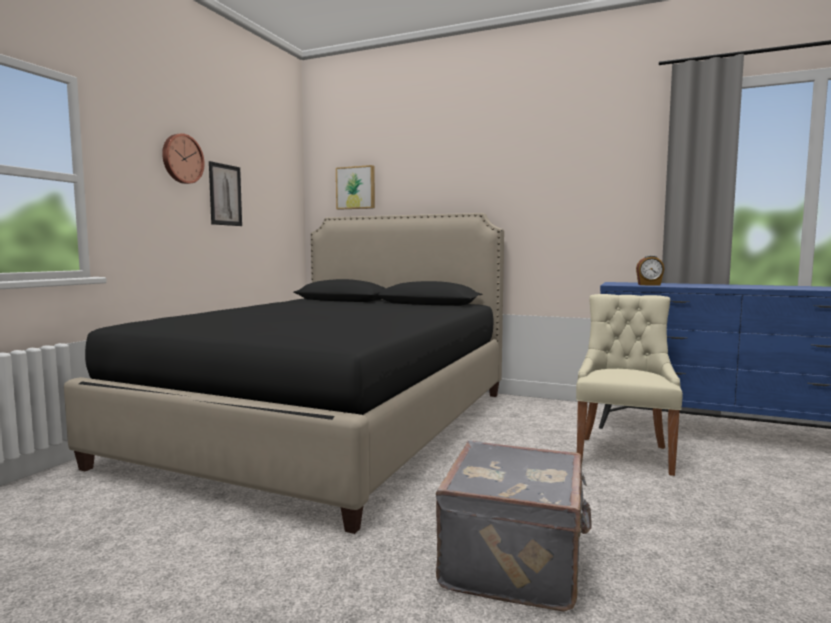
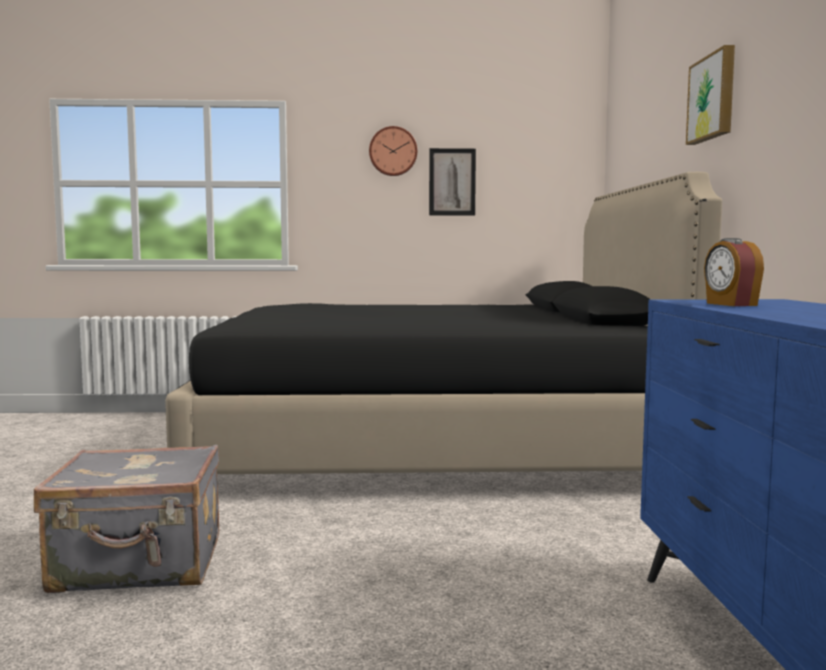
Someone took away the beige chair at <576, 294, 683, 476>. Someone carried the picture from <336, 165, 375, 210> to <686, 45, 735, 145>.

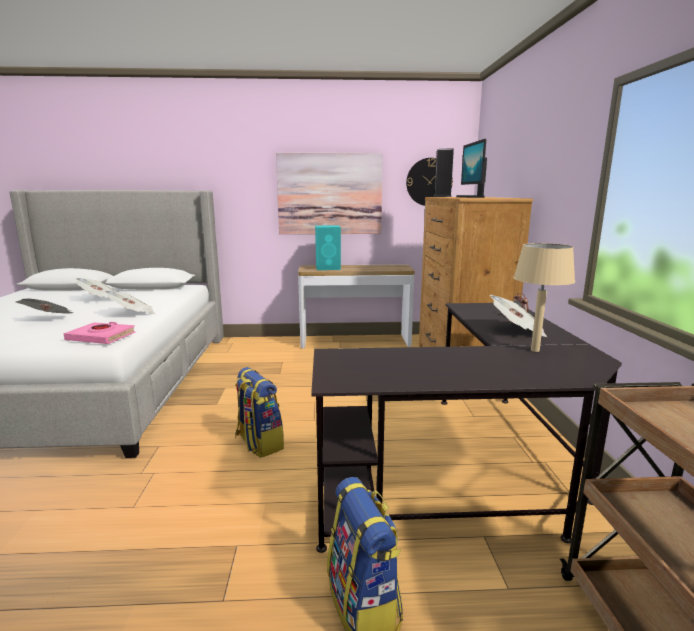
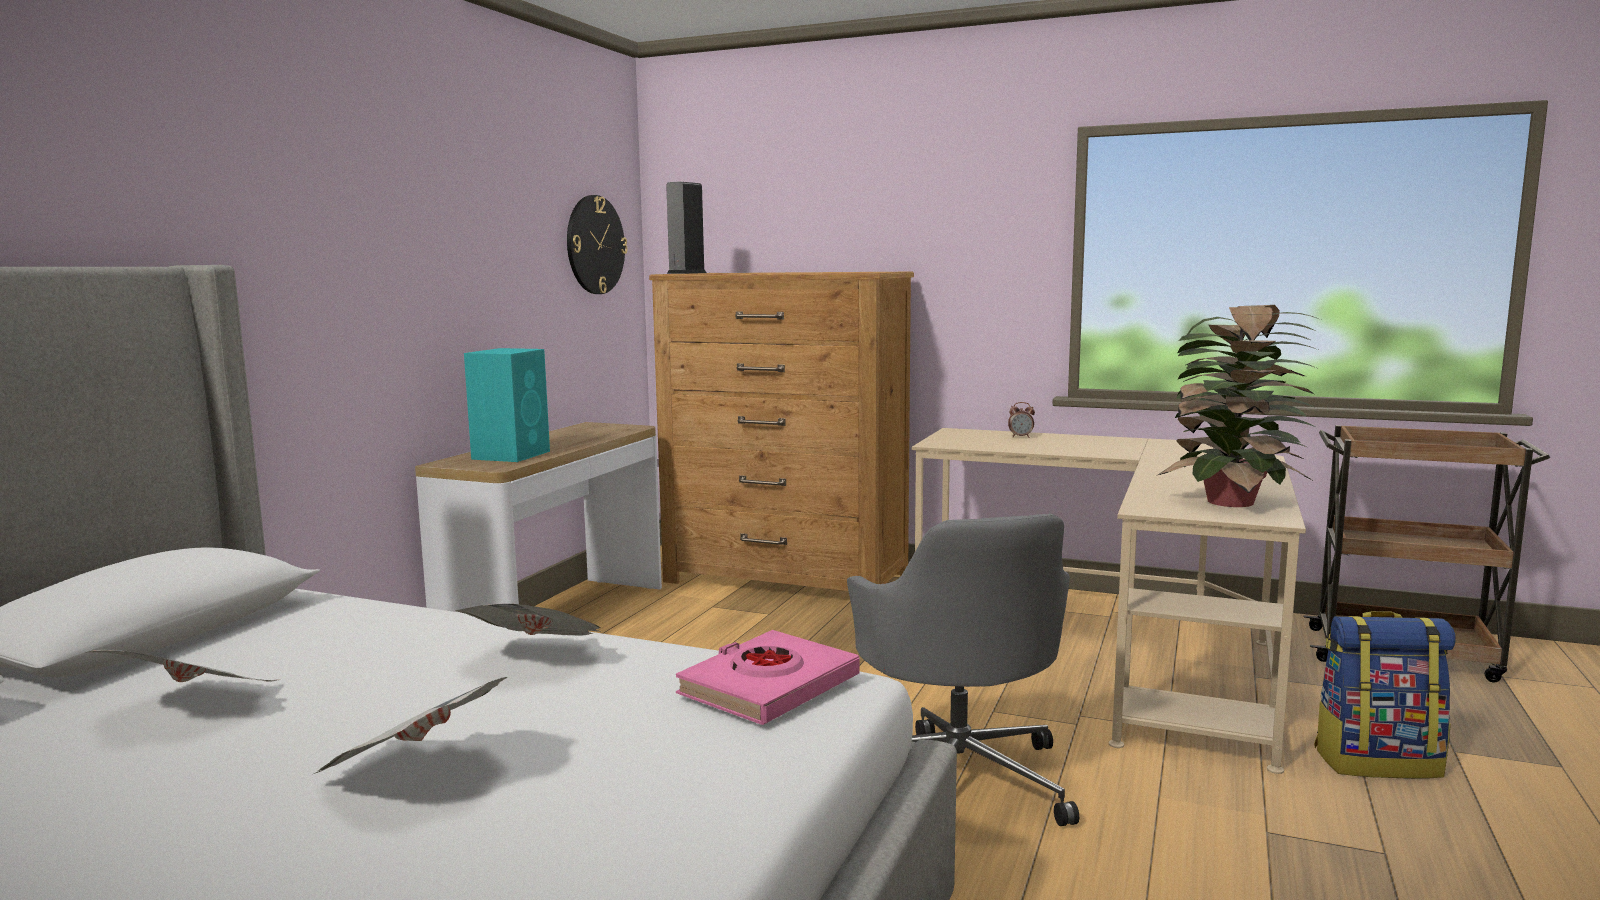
Someone took away the picture at <276, 153, 383, 234>. Someone took away the monitor at <456, 139, 487, 198>. Someone took away the newspaper at <490, 295, 547, 337>. Someone took away the beige table lamp at <513, 243, 575, 352>. Someone put down the potted plant at <1158, 305, 1321, 507>. Someone swapped the backpack at <235, 367, 284, 458> for the grey office chair at <847, 514, 1079, 826>. Someone repainted the black desk at <311, 303, 622, 553>, which became the beige desk at <912, 428, 1306, 774>.

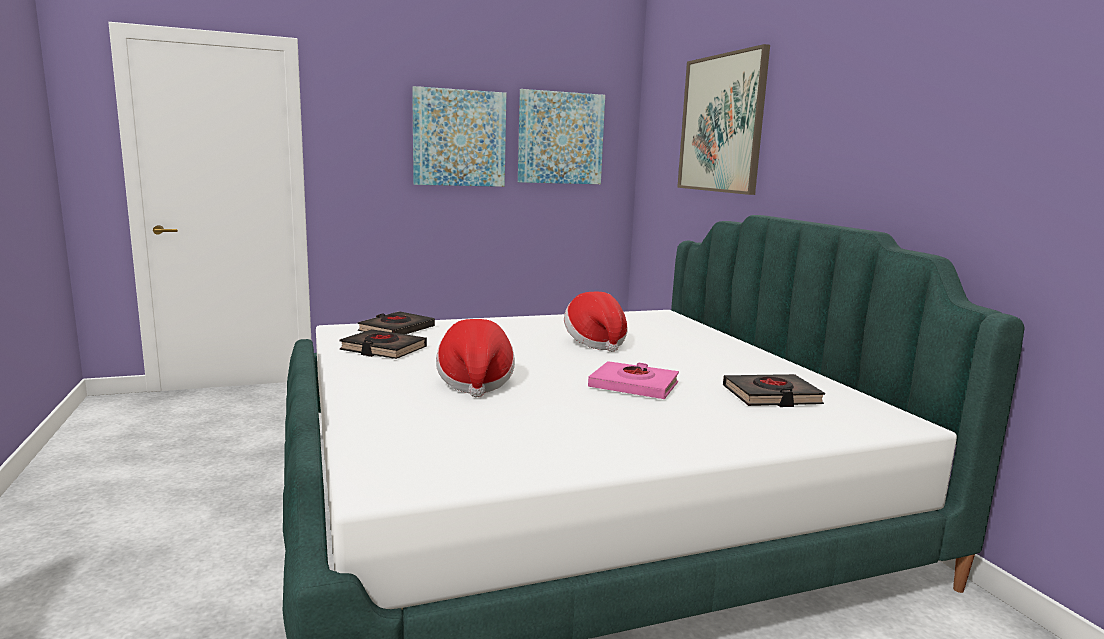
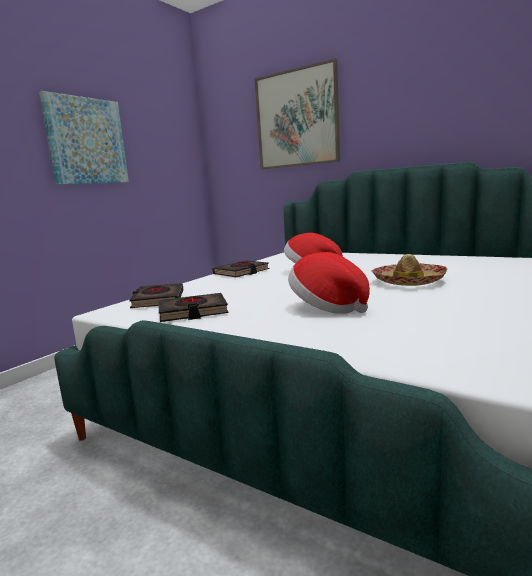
Someone took away the picture at <518, 89, 605, 184>. Someone carried the black book from <723, 374, 825, 407> to <212, 260, 269, 277>. Someone swapped the pink book at <588, 361, 679, 399> for the hat at <371, 254, 448, 286>.

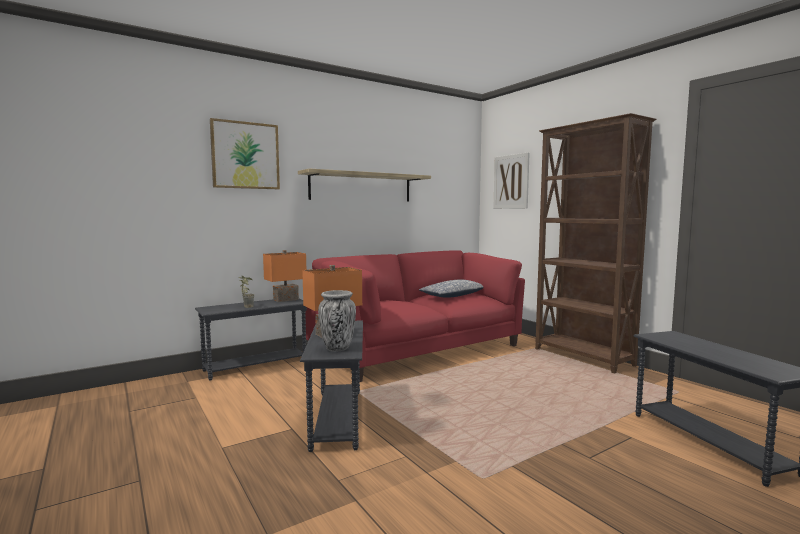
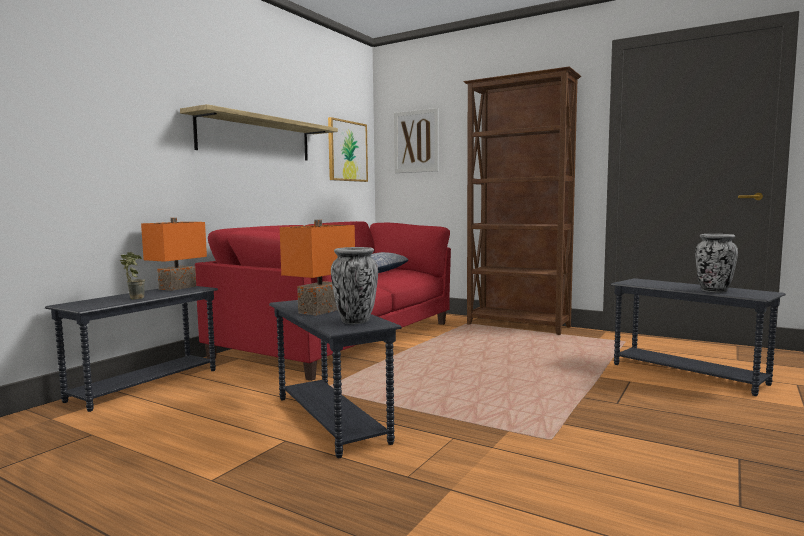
Someone put down the vase at <695, 234, 738, 293>. Someone carried the picture from <210, 118, 280, 189> to <328, 117, 368, 182>.

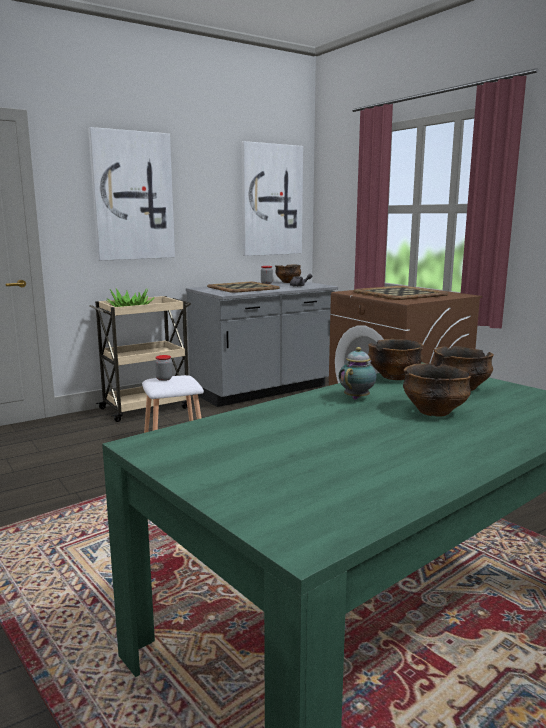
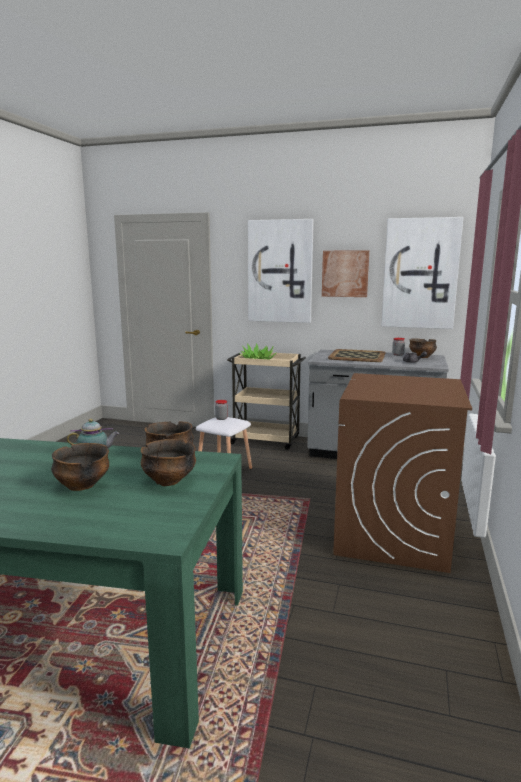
Someone took away the tray at <353, 286, 448, 300>. Someone put up the picture at <322, 250, 369, 297>.

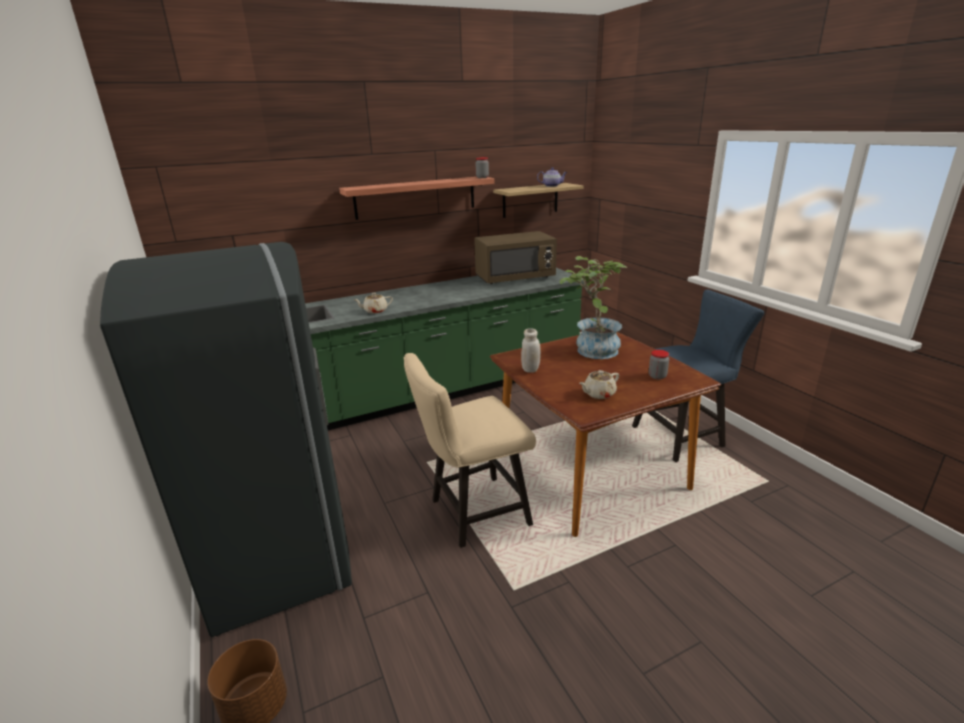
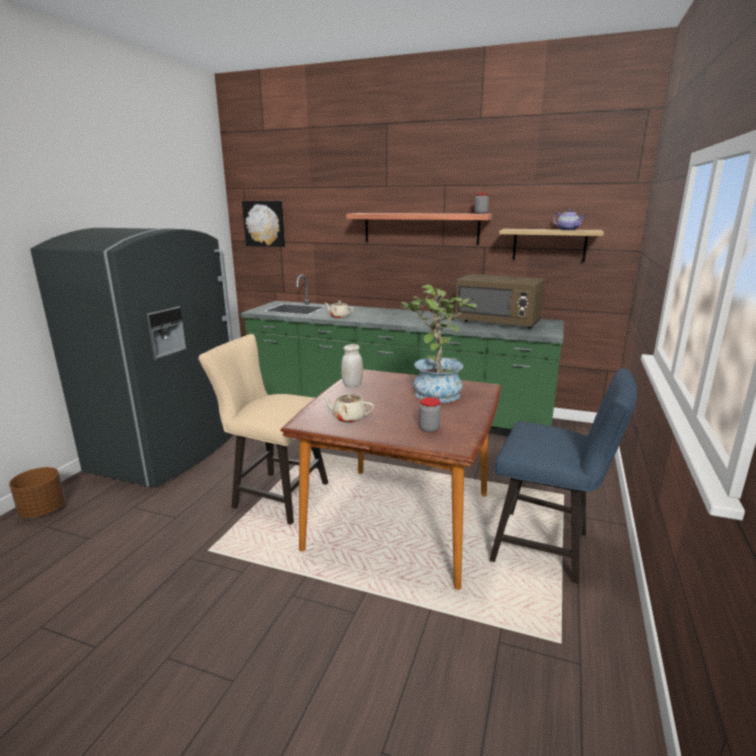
Someone put up the picture at <242, 201, 285, 247>.

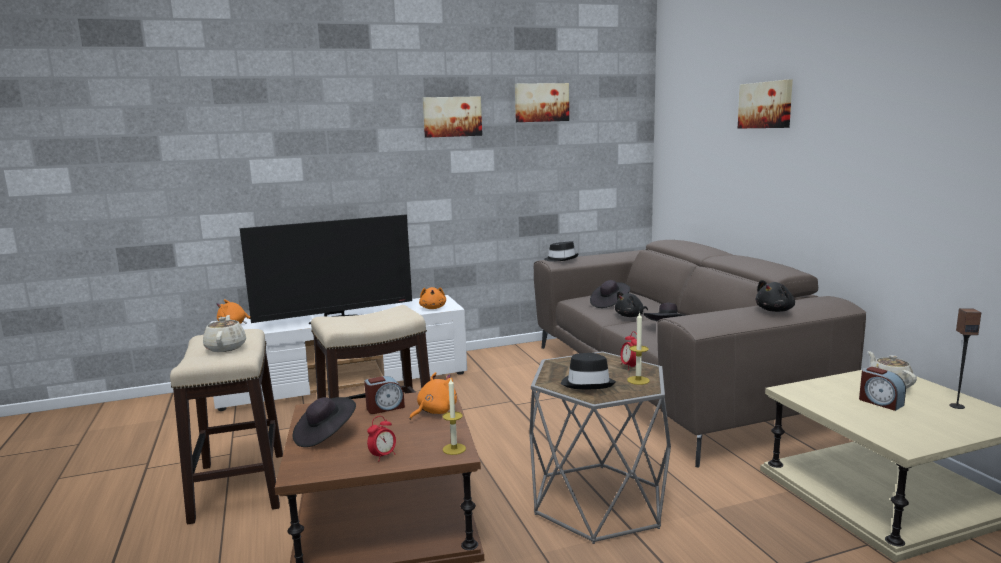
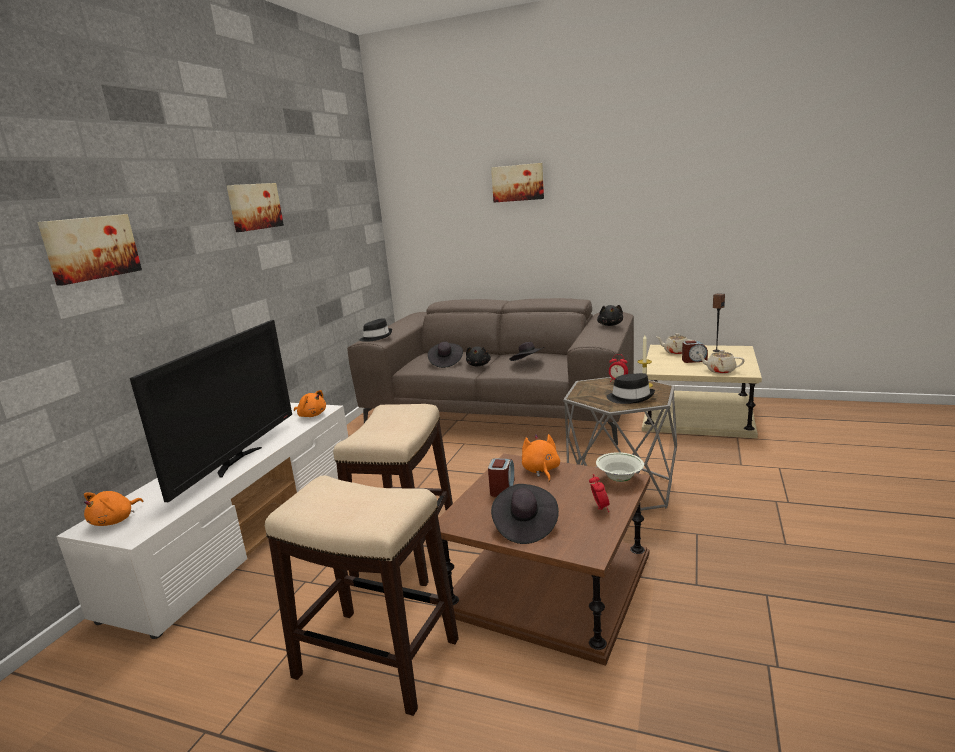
Someone carried the beige teapot from <203, 315, 246, 352> to <697, 350, 745, 374>. Someone carried the picture from <515, 83, 569, 122> to <37, 214, 142, 286>. Someone swapped the candle at <443, 379, 466, 455> for the white bowl at <596, 452, 644, 482>.

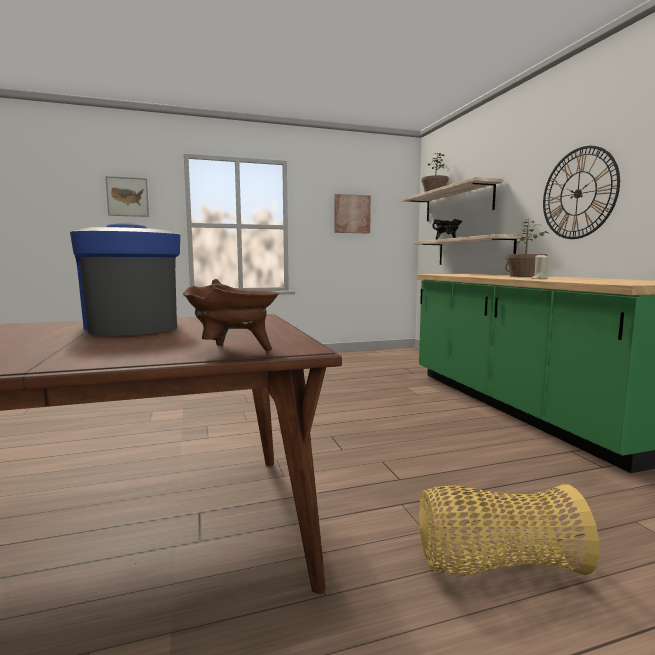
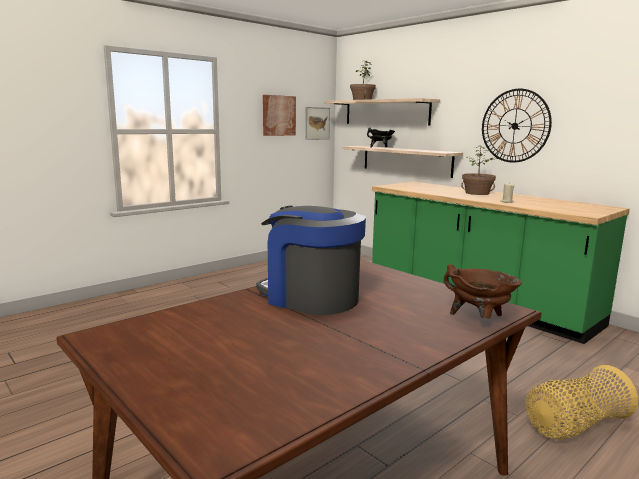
Someone carried the picture from <105, 176, 149, 217> to <305, 107, 330, 140>.

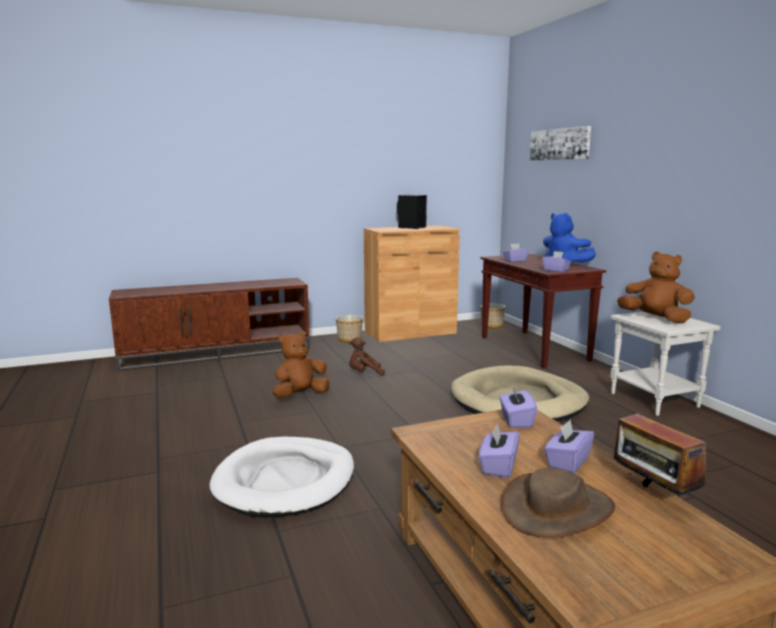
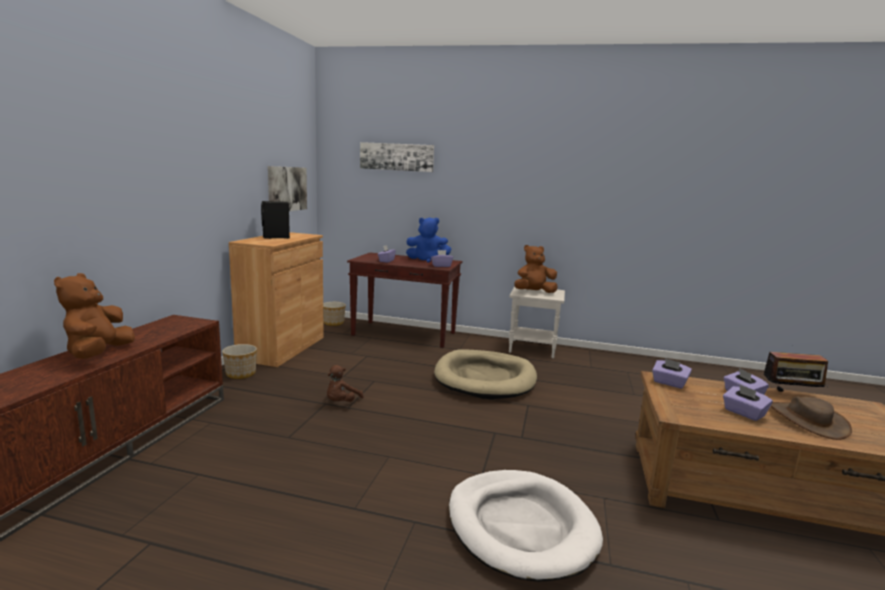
Someone put up the picture at <268, 166, 307, 211>. Someone carried the brown plush toy from <273, 332, 330, 398> to <54, 273, 135, 359>.

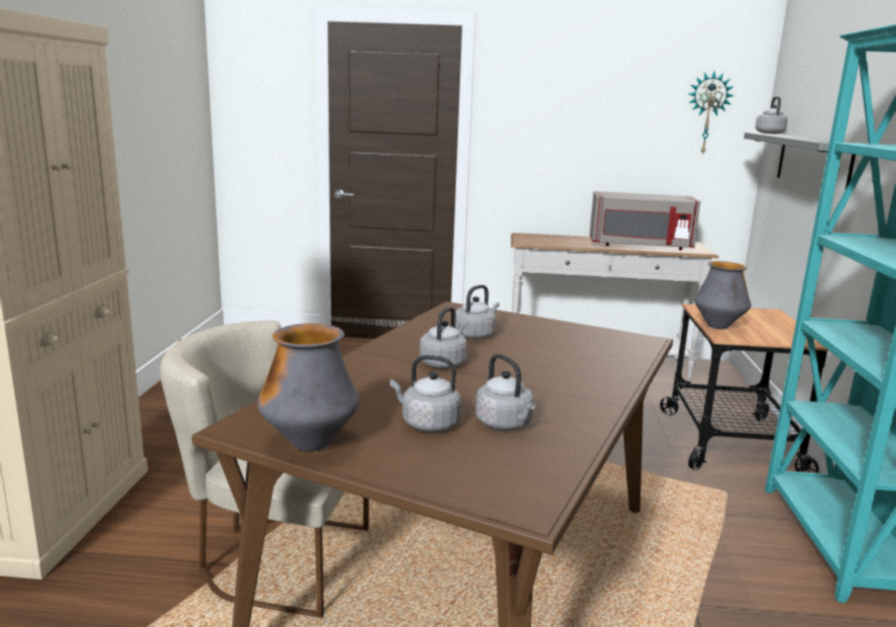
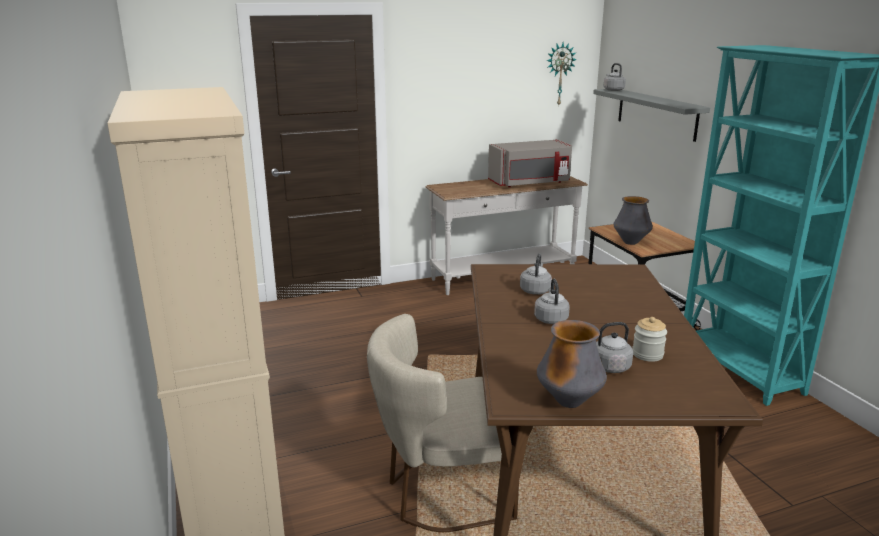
Someone swapped the grey kettle at <475, 354, 536, 430> for the jar at <632, 317, 667, 362>.

